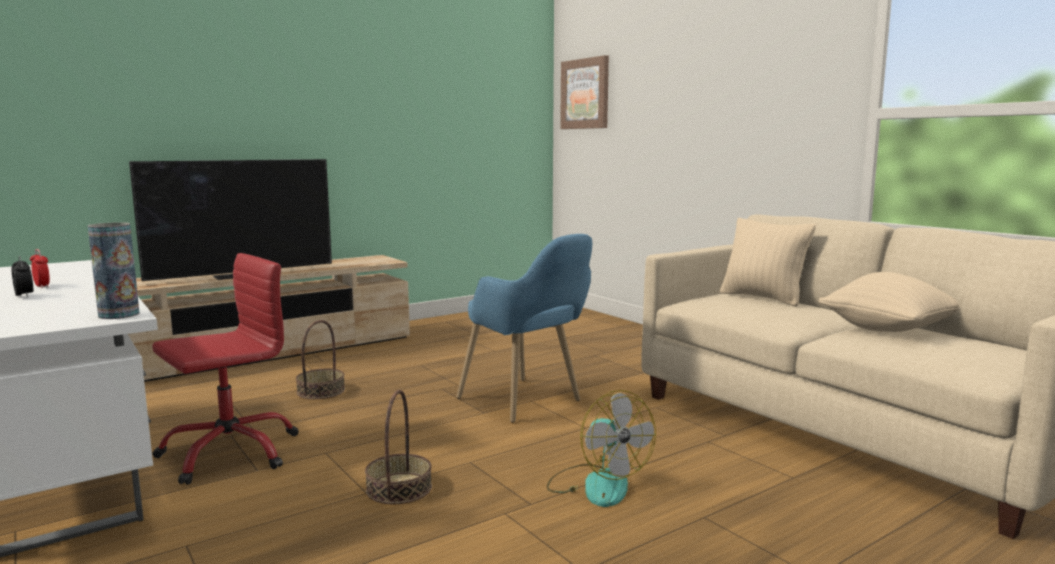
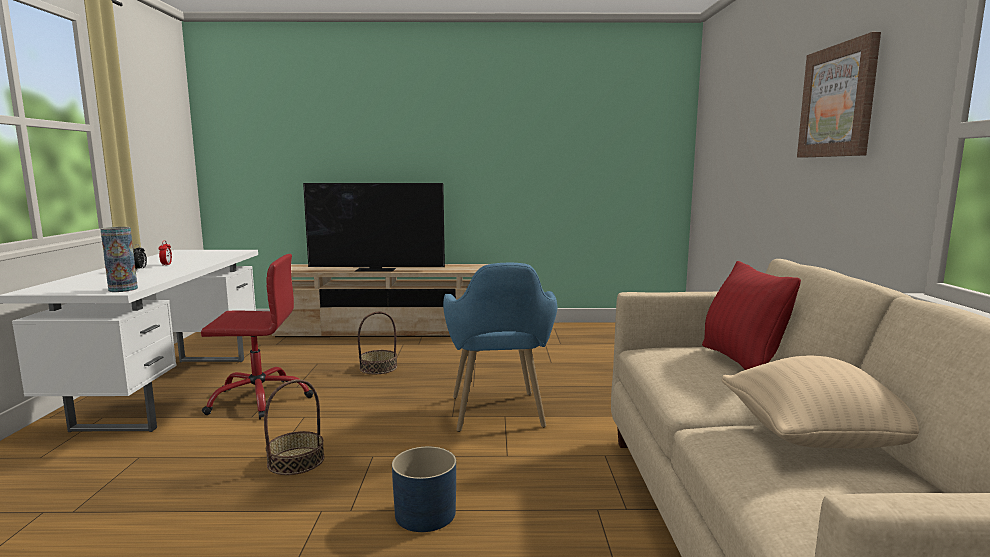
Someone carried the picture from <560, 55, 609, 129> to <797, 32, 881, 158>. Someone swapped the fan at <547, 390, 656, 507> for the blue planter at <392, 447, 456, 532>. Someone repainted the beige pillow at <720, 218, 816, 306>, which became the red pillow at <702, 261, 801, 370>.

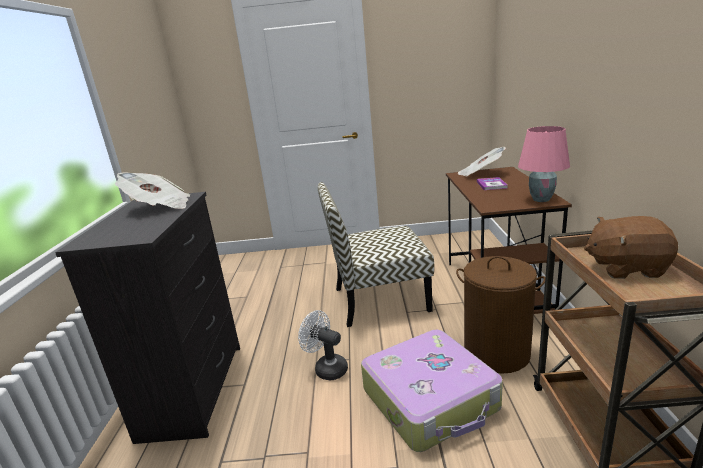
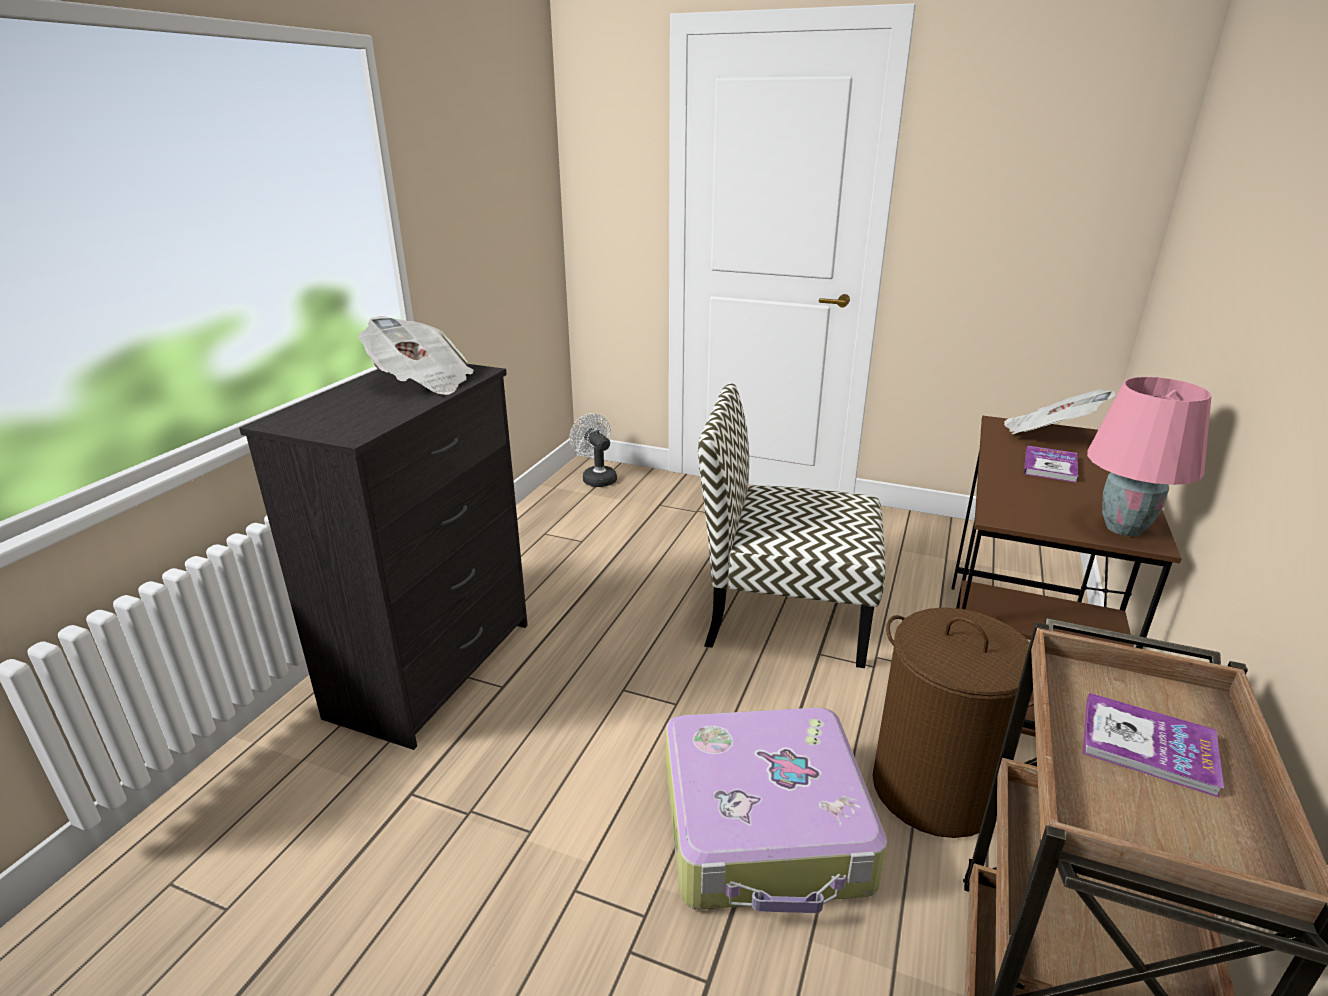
Someone carried the white fan from <298, 310, 348, 381> to <570, 413, 617, 487>. Someone swapped the brown plush toy at <584, 216, 678, 279> for the book at <1082, 693, 1224, 798>.

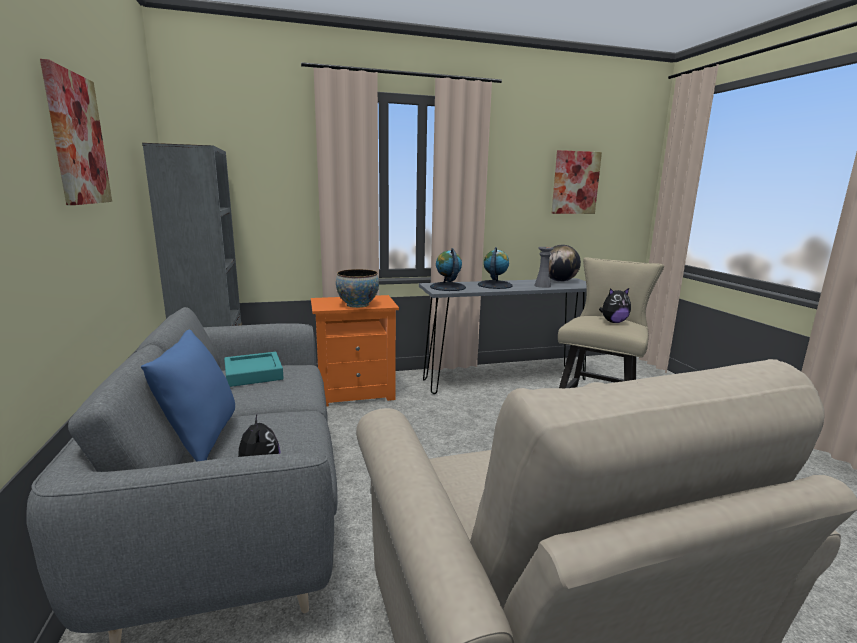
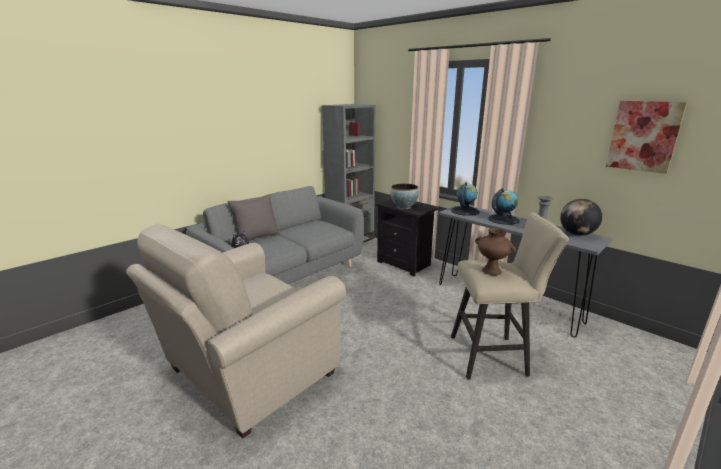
Someone took away the picture at <40, 59, 112, 205>. Someone took away the turquoise tray at <224, 352, 284, 387>. Someone swapped the plush toy at <599, 288, 631, 323> for the brown vase at <475, 228, 516, 275>. Someone repainted the blue pillow at <141, 330, 235, 462>, which became the grey pillow at <227, 194, 280, 241>. Someone repainted the orange nightstand at <311, 295, 399, 407>, which became the black nightstand at <376, 199, 441, 276>.

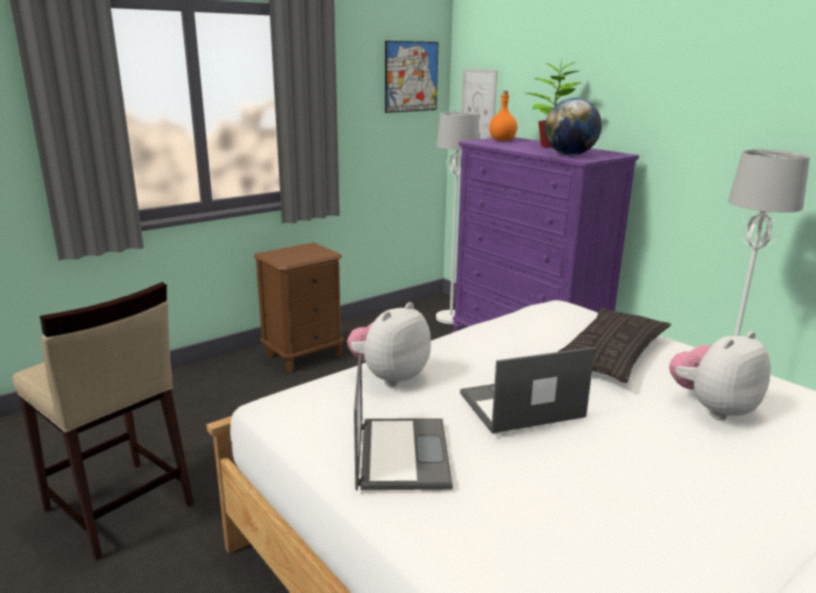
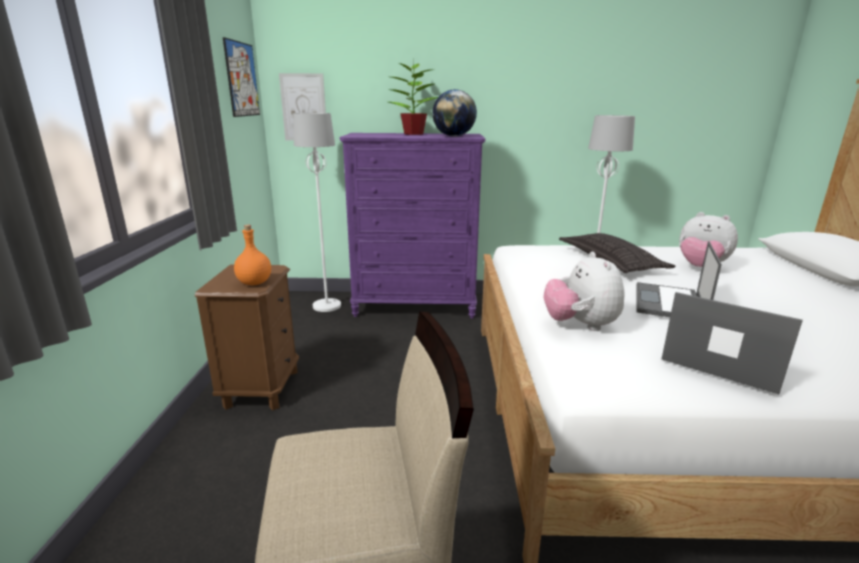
Someone carried the orange bottle from <489, 91, 517, 141> to <234, 225, 271, 285>. Someone rotated the plush toy at <669, 331, 771, 420> by 60 degrees counterclockwise.

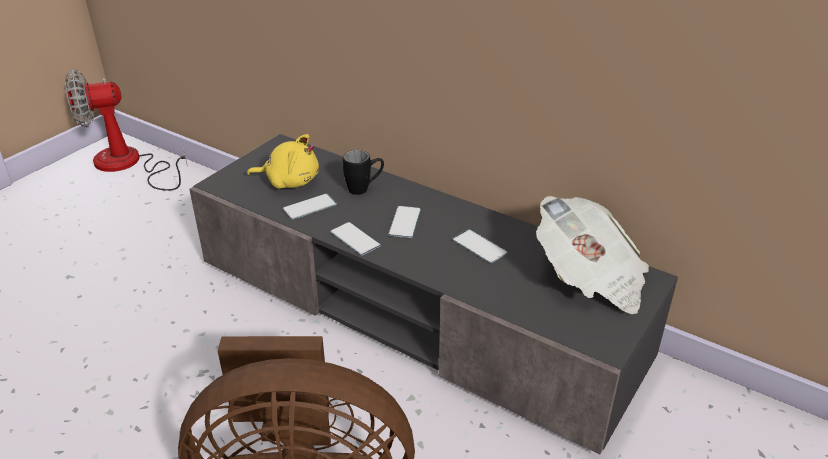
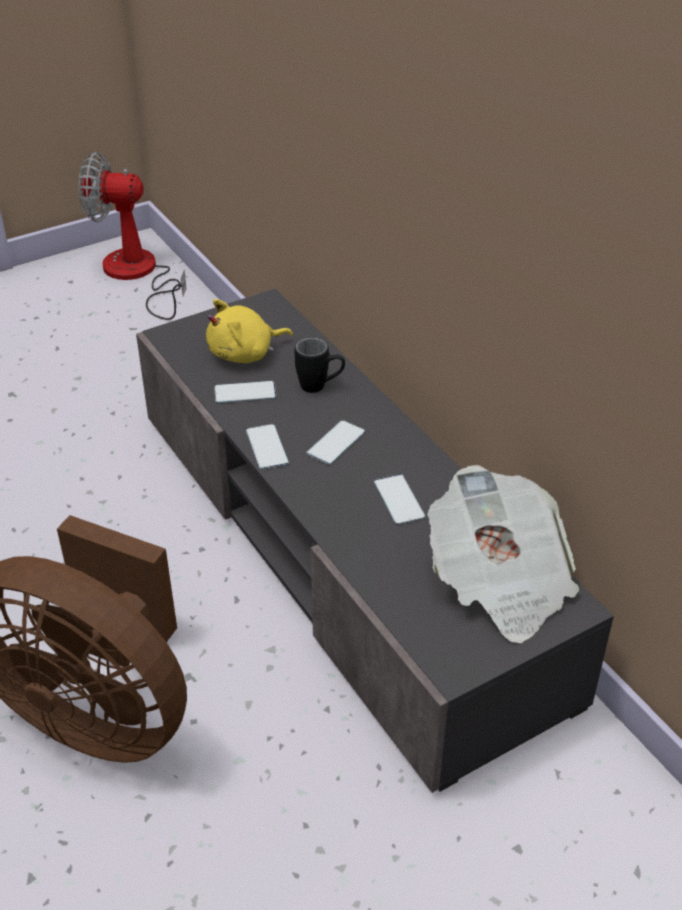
Someone rotated the yellow plush toy at <247, 134, 319, 189> by 120 degrees clockwise.

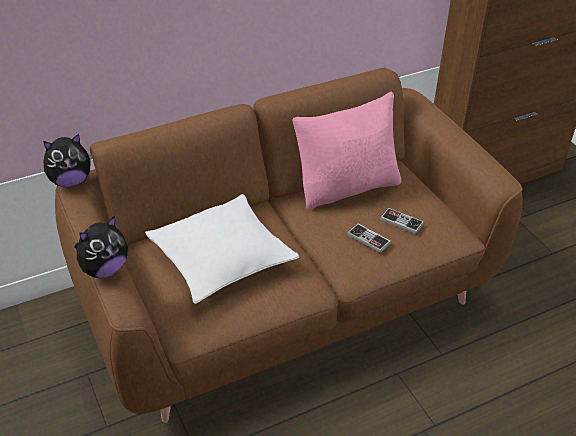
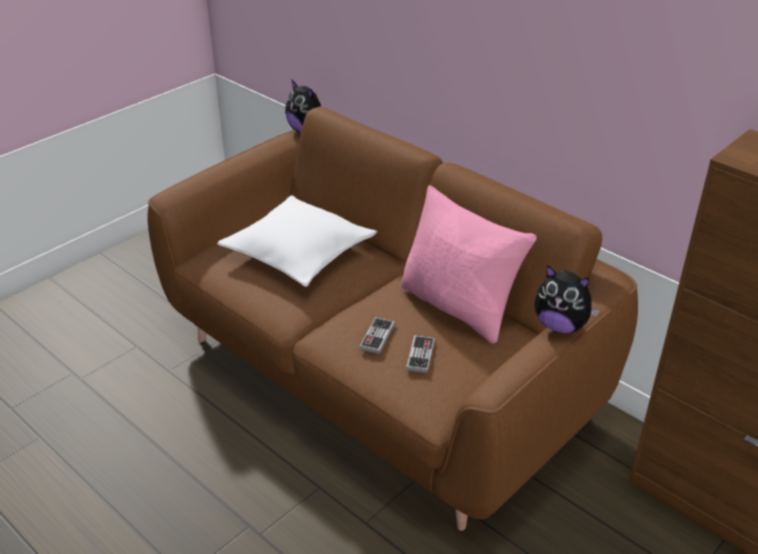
Someone carried the plush toy from <74, 216, 128, 278> to <534, 265, 600, 333>.

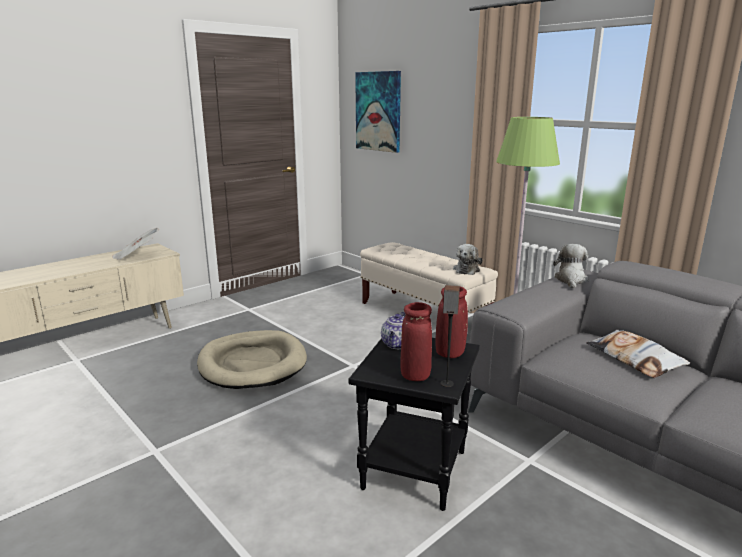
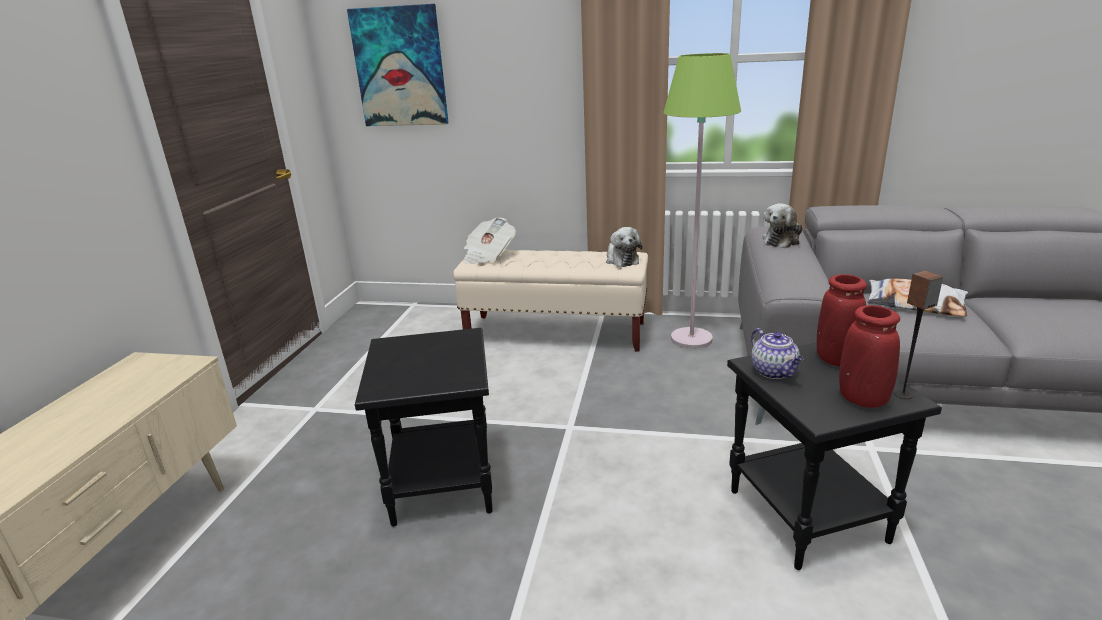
Someone carried the newspaper from <112, 228, 159, 260> to <463, 217, 516, 264>. Someone swapped the beige dog bed at <197, 330, 307, 389> for the black side table at <355, 328, 493, 527>. Someone rotated the plush toy at <553, 244, 589, 289> by 120 degrees counterclockwise.

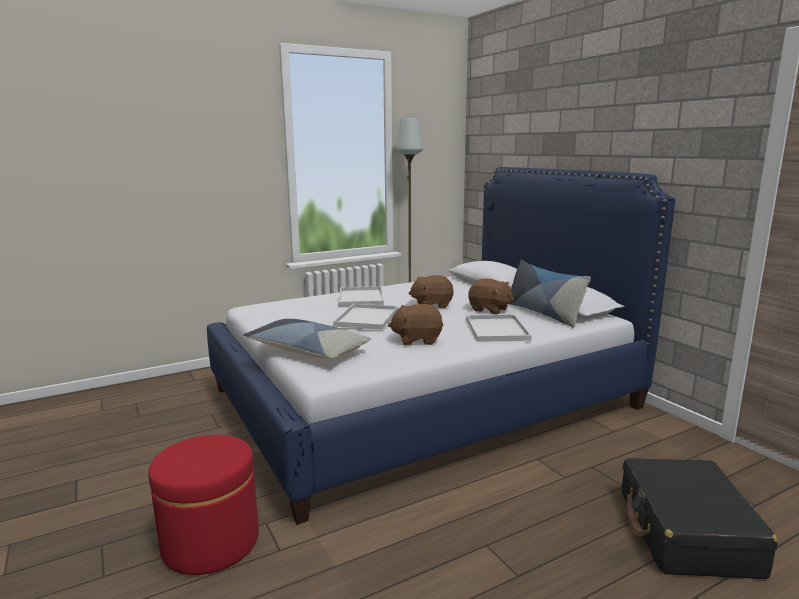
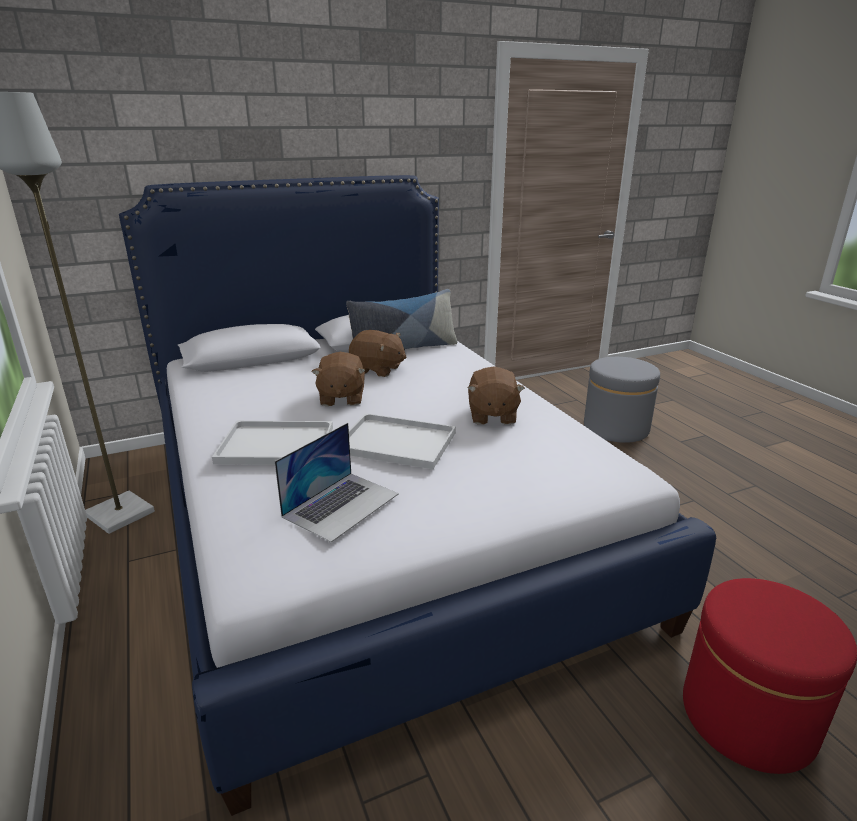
Someone took away the pillow at <244, 319, 371, 359>. Someone took away the white tray at <466, 314, 532, 342>. Someone put down the laptop at <275, 423, 399, 542>. Someone swapped the black suitcase at <622, 458, 778, 579> for the grey ottoman at <584, 357, 660, 443>. Someone rotated the brown plush toy at <468, 279, 514, 314> by 75 degrees clockwise.

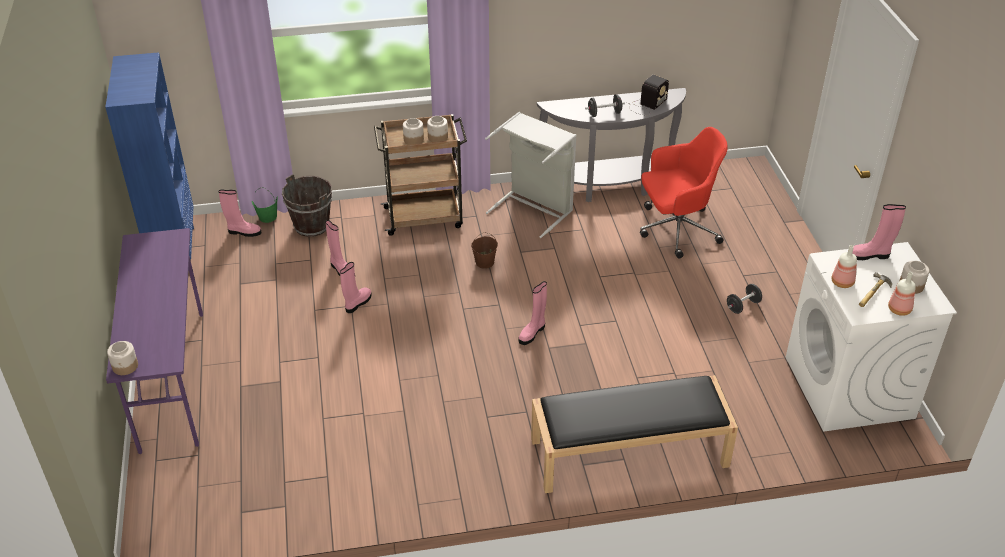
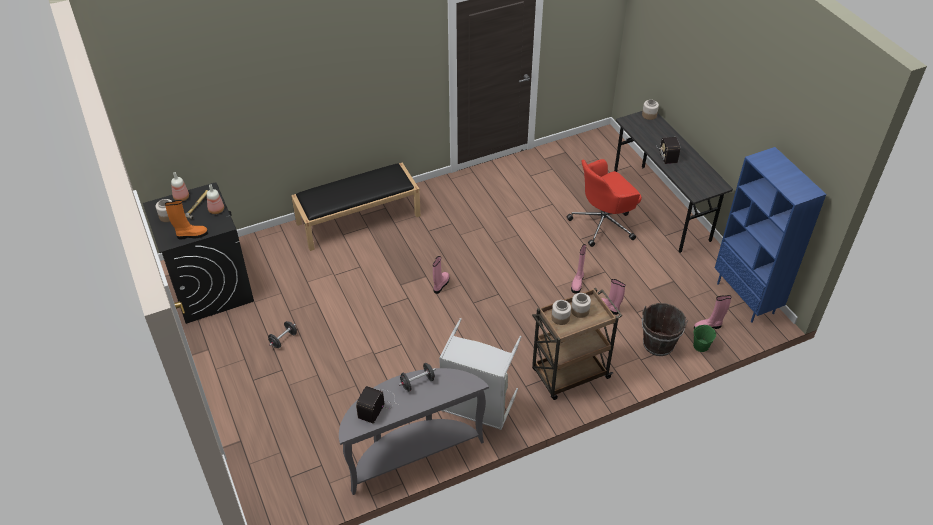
Someone took away the brown bucket at <471, 232, 498, 269>. Someone put down the radio at <656, 137, 681, 164>. Someone carried the red office chair from <640, 127, 728, 258> to <566, 159, 642, 247>. Someone repainted the purple desk at <106, 228, 203, 454>, which became the grey desk at <614, 111, 733, 253>. Someone repainted the white washing machine at <786, 242, 957, 431>, which became the black washing machine at <143, 182, 254, 324>. Someone repainted the pink boot at <853, 204, 906, 260>, which became the orange boot at <165, 200, 208, 239>.

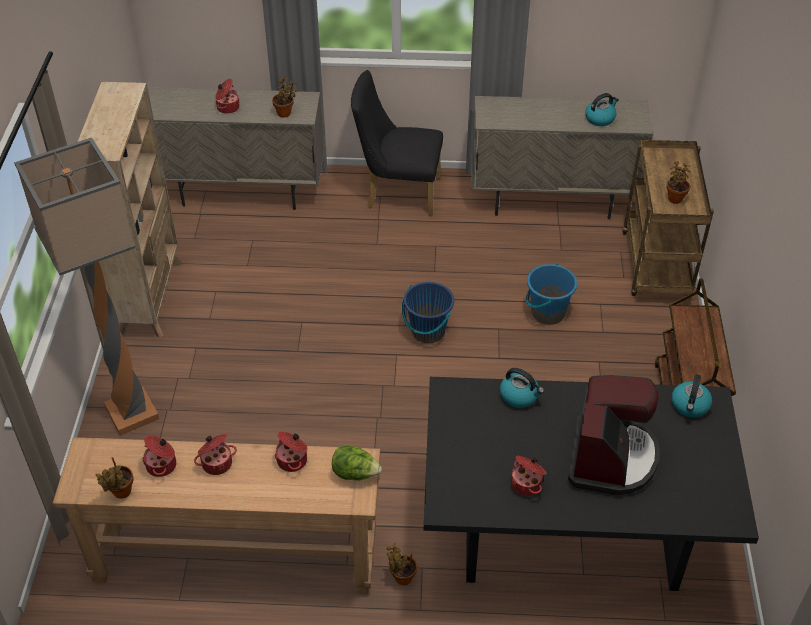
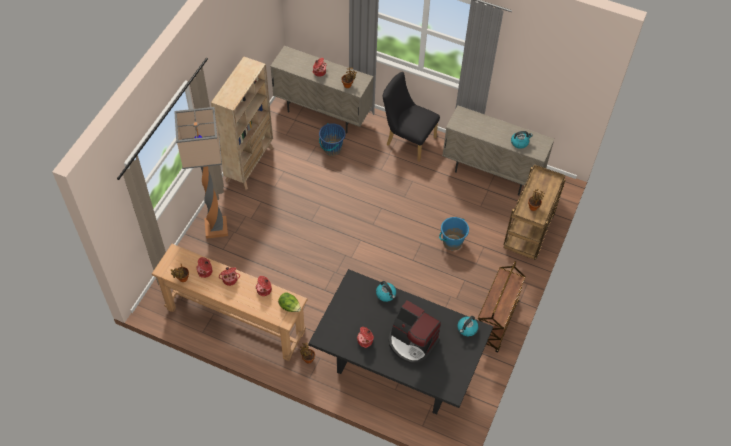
Someone carried the blue bucket from <402, 282, 454, 343> to <319, 123, 346, 156>. Someone rotated the coffee machine at <568, 375, 660, 495> by 90 degrees clockwise.

